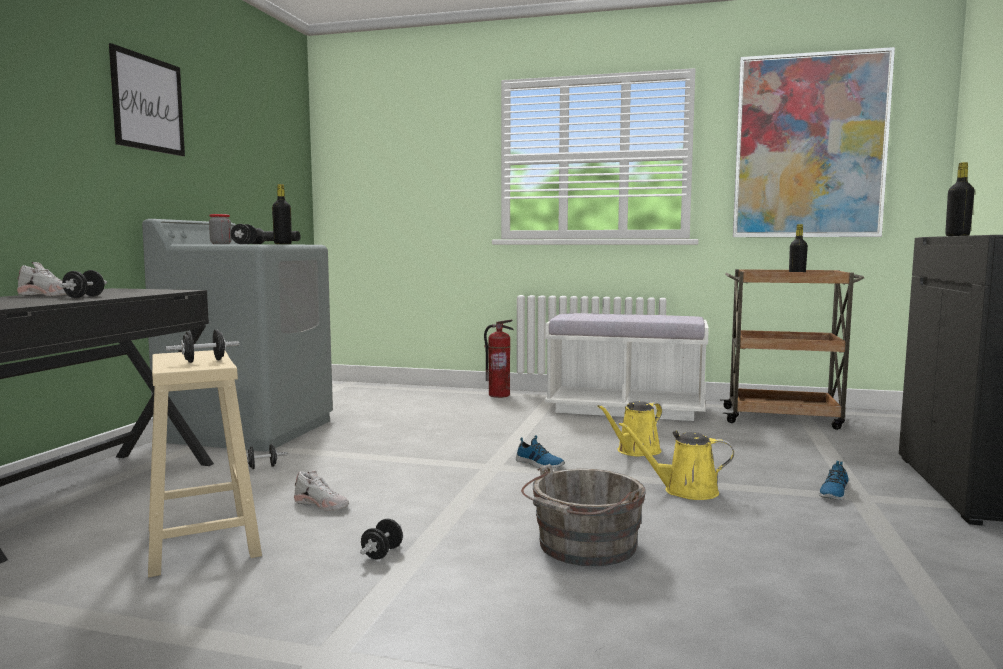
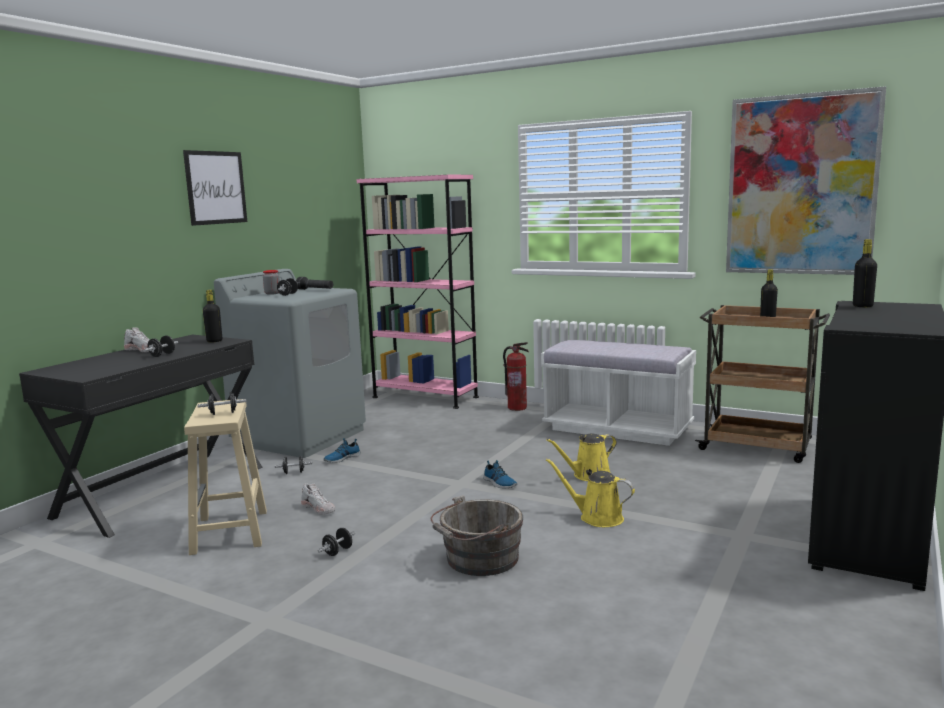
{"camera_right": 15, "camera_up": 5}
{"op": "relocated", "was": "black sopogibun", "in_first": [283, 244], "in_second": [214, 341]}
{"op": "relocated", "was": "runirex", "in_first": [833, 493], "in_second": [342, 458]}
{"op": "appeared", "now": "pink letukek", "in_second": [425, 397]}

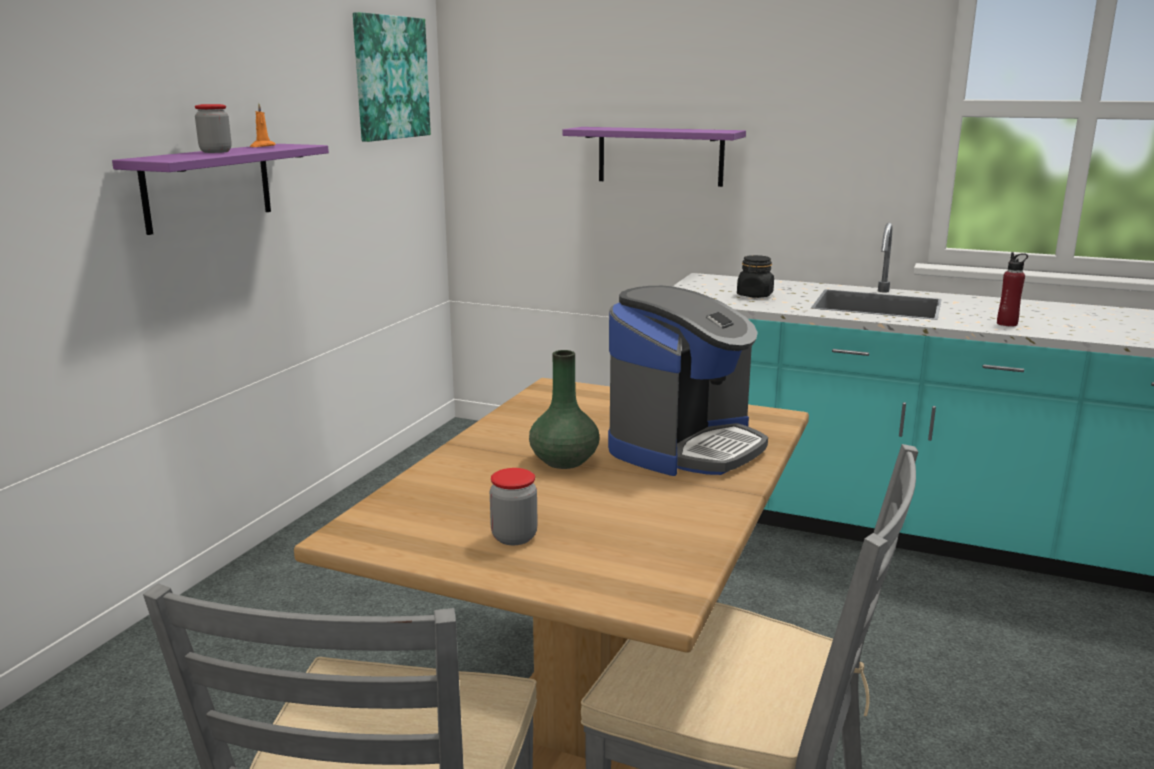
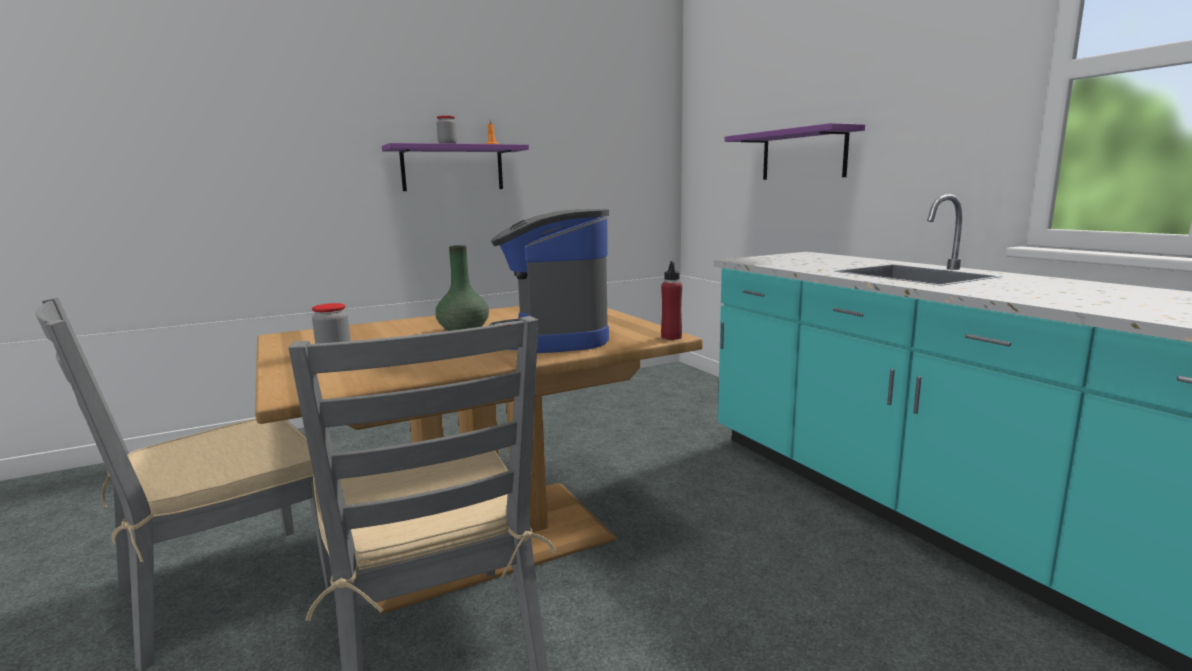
{"camera_right": 40, "camera_up": -5}
{"op": "spun", "was": "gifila", "in_first": [685, 446], "in_second": [551, 337], "clockwise": 90}
{"op": "relocated", "was": "red sopogibun", "in_first": [1007, 324], "in_second": [671, 337]}
{"op": "missing", "was": "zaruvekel", "in_first": [390, 78]}
{"op": "missing", "was": "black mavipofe", "in_first": [755, 295]}

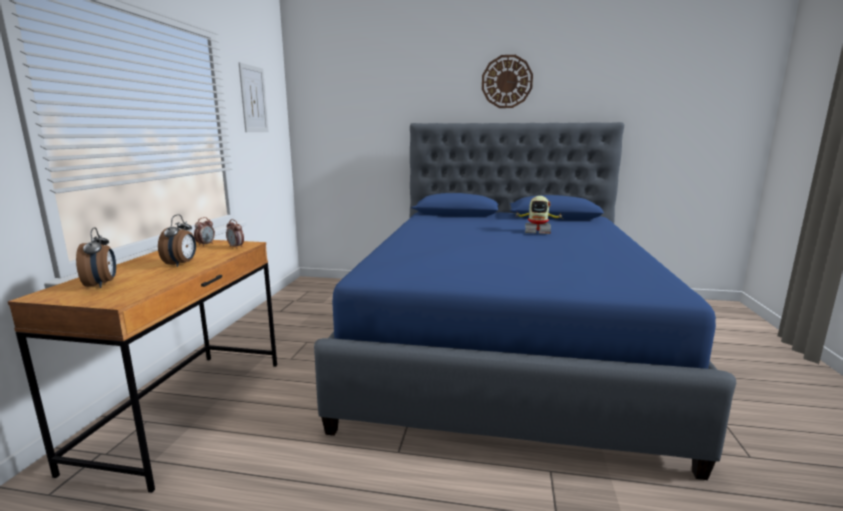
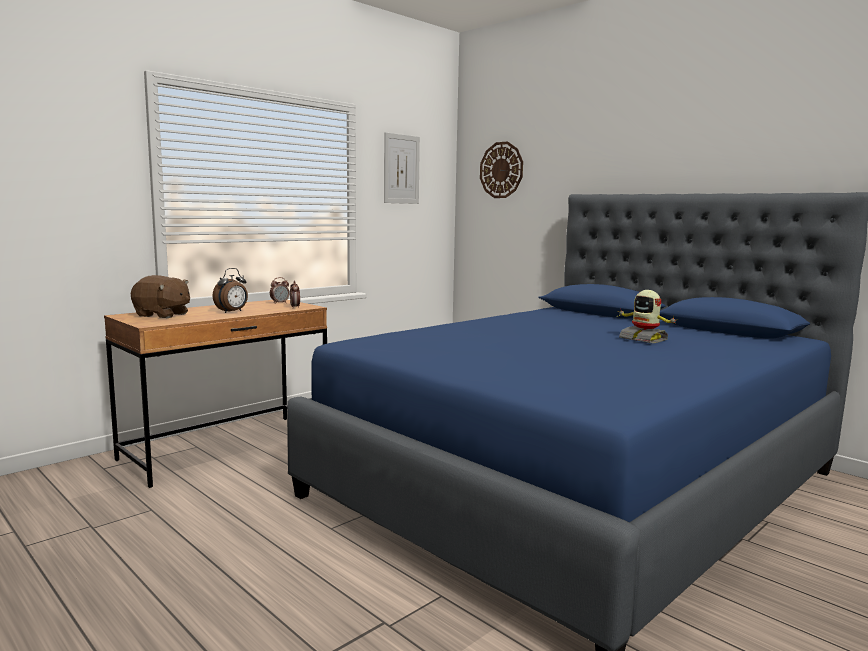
{"camera_right": 35, "camera_up": -5}
{"op": "exchanged", "was": "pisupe", "now": "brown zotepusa", "in_first": [102, 284], "in_second": [162, 315]}
{"op": "relocated", "was": "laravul", "in_first": [507, 81], "in_second": [501, 170]}

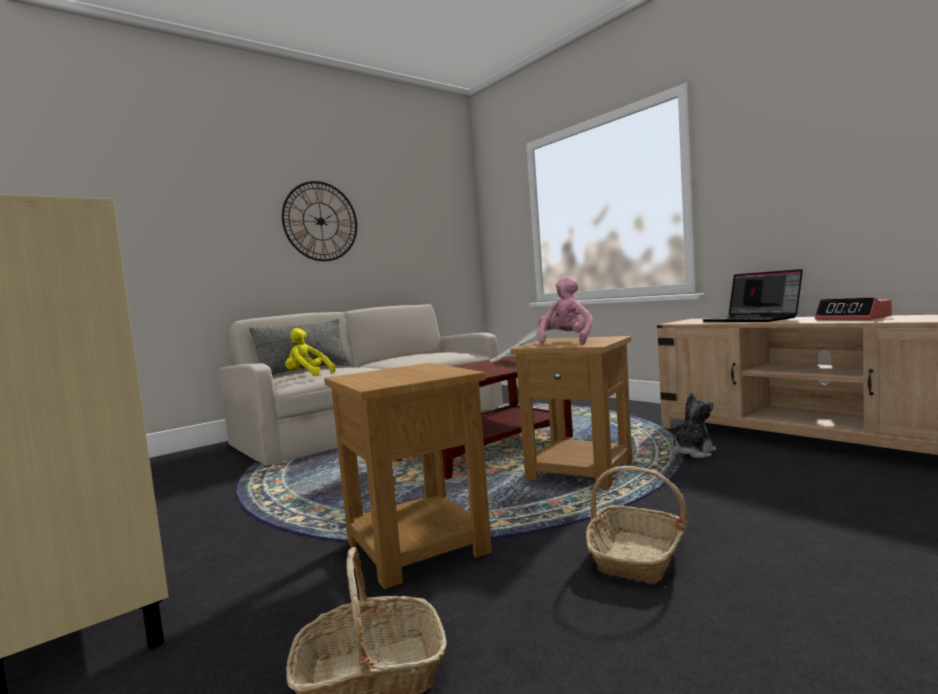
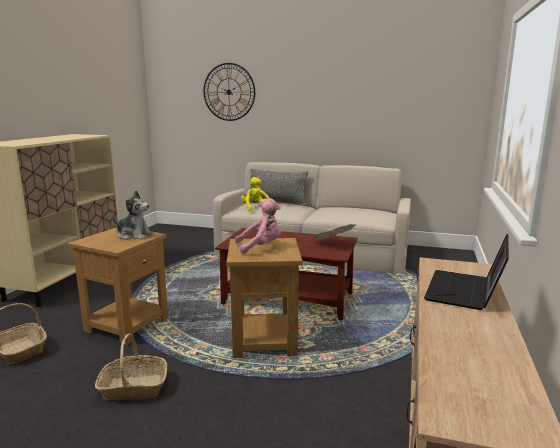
{"camera_right": 55, "camera_up": 10}
{"op": "relocated", "was": "zotepusa", "in_first": [692, 452], "in_second": [134, 235]}
{"op": "relocated", "was": "laravul", "in_first": [320, 221], "in_second": [229, 92]}
{"op": "missing", "was": "pisupe", "in_first": [853, 318]}

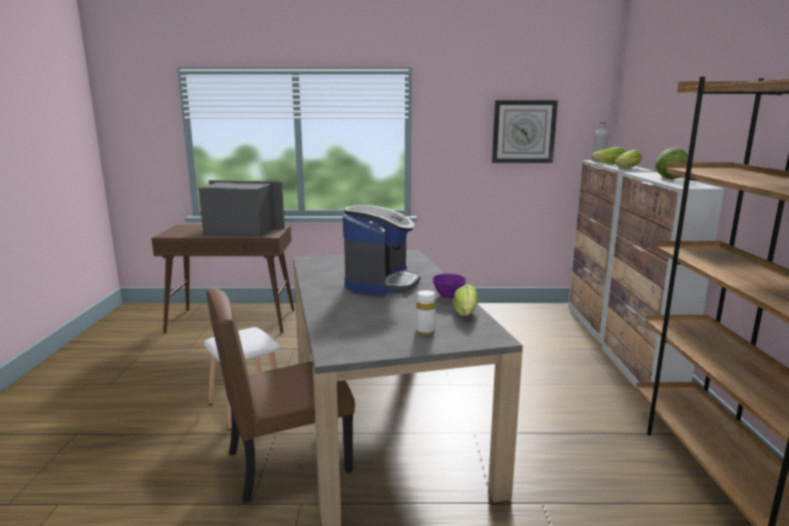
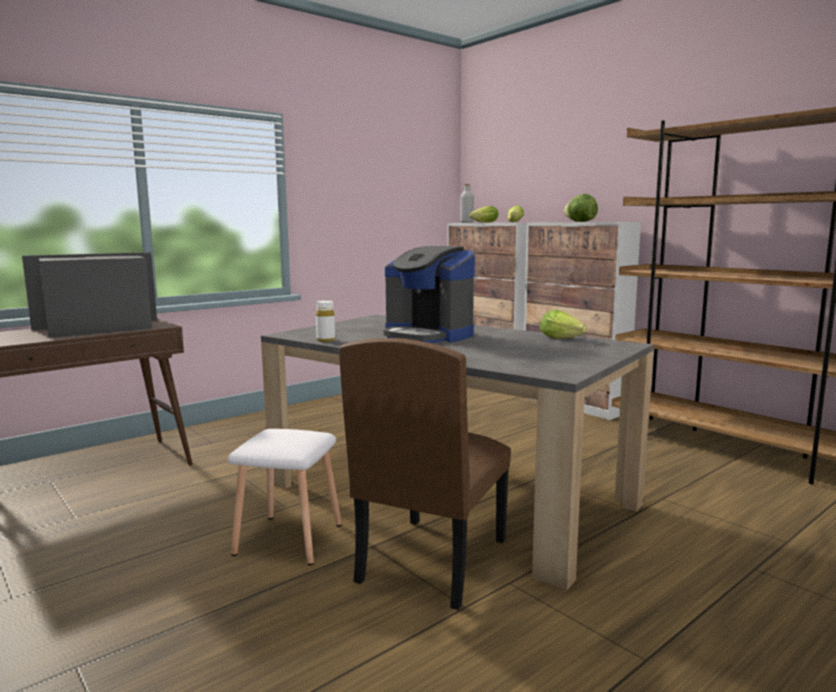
{"camera_right": -40, "camera_up": -5}
{"op": "relocated", "was": "white sopogibun", "in_first": [425, 332], "in_second": [326, 340]}
{"op": "spun", "was": "gifila", "in_first": [381, 283], "in_second": [428, 335], "clockwise": 150}
{"op": "missing", "was": "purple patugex", "in_first": [449, 297]}
{"op": "missing", "was": "laravul", "in_first": [523, 131]}

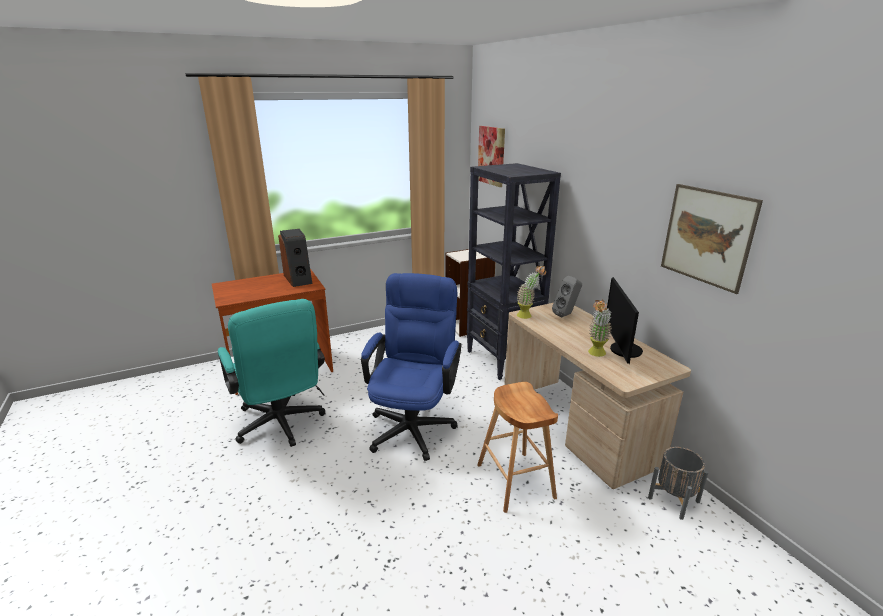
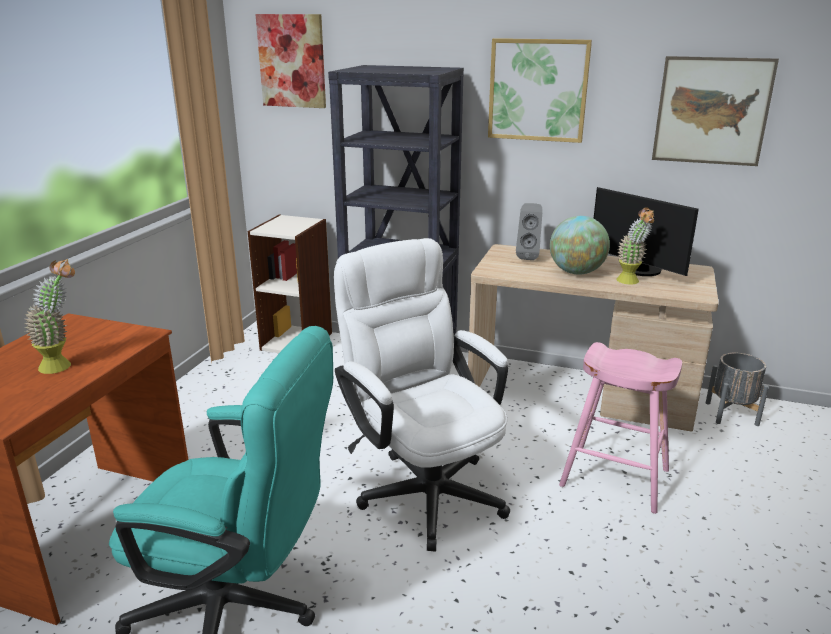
{"camera_right": -45, "camera_up": 0}
{"op": "relocated", "was": "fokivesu", "in_first": [528, 315], "in_second": [63, 364]}
{"op": "colour", "was": "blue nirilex", "now": "white nirilex", "in_first": [414, 424], "in_second": [423, 487]}
{"op": "appeared", "now": "zaruvekel", "in_second": [538, 90]}
{"op": "appeared", "now": "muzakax", "in_second": [576, 272]}
{"op": "colour", "was": "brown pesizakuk", "now": "pink pesizakuk", "in_first": [515, 481], "in_second": [615, 478]}
{"op": "missing", "was": "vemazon", "in_first": [298, 279]}

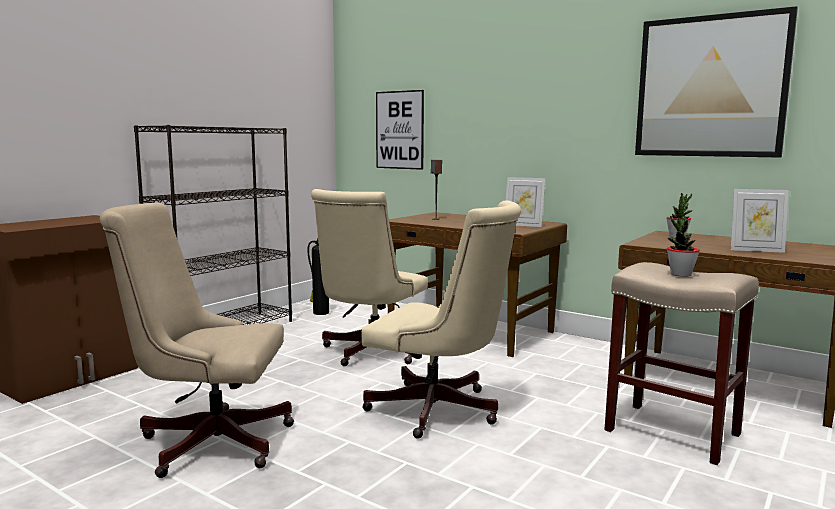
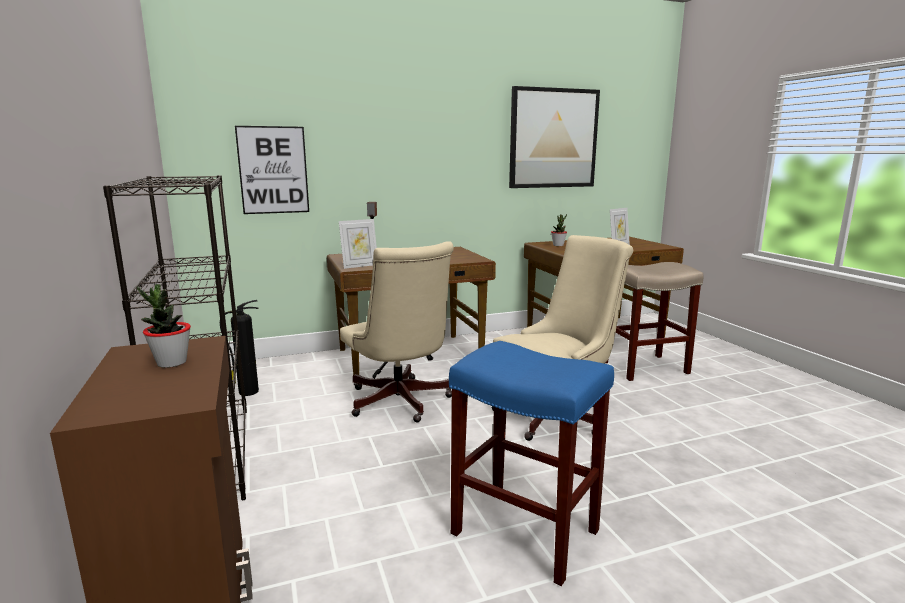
{"camera_right": -55, "camera_up": 5}
{"op": "relocated", "was": "fokivesu", "in_first": [680, 274], "in_second": [171, 363]}
{"op": "relocated", "was": "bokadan", "in_first": [523, 225], "in_second": [360, 266]}
{"op": "exchanged", "was": "beige nirilex", "now": "blue pesizakuk", "in_first": [207, 441], "in_second": [522, 532]}

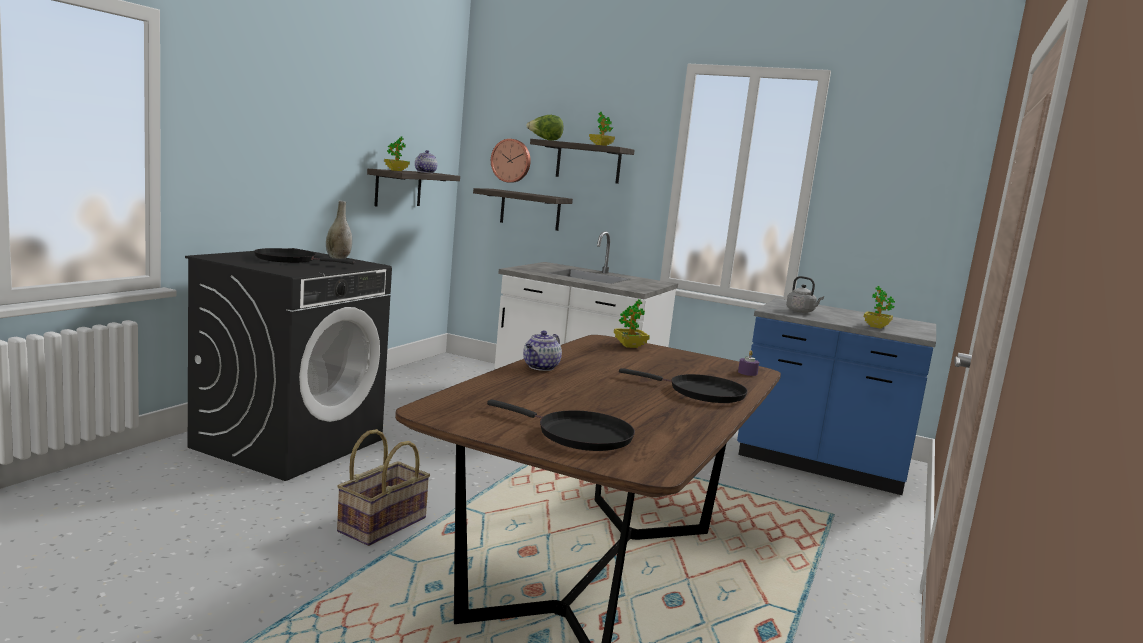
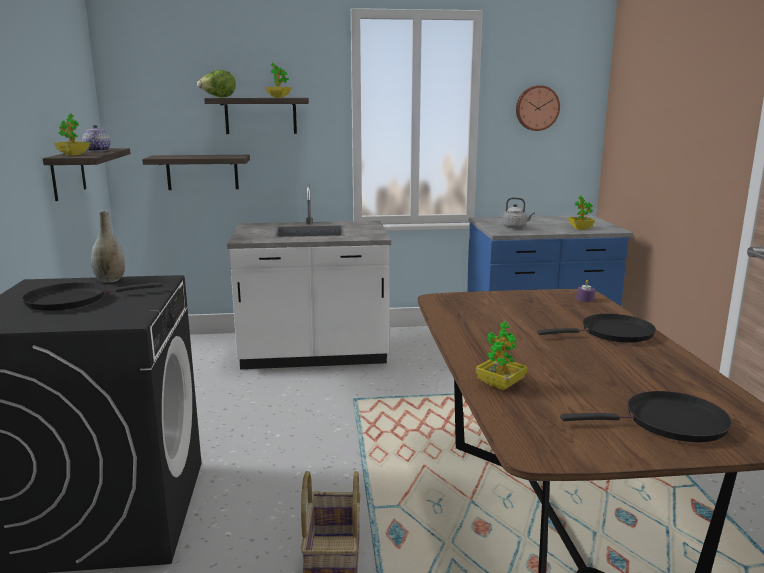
{"camera_right": -30, "camera_up": 5}
{"op": "relocated", "was": "fokivesu", "in_first": [630, 346], "in_second": [500, 385]}
{"op": "relocated", "was": "laravul", "in_first": [511, 160], "in_second": [537, 108]}
{"op": "missing", "was": "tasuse", "in_first": [541, 367]}

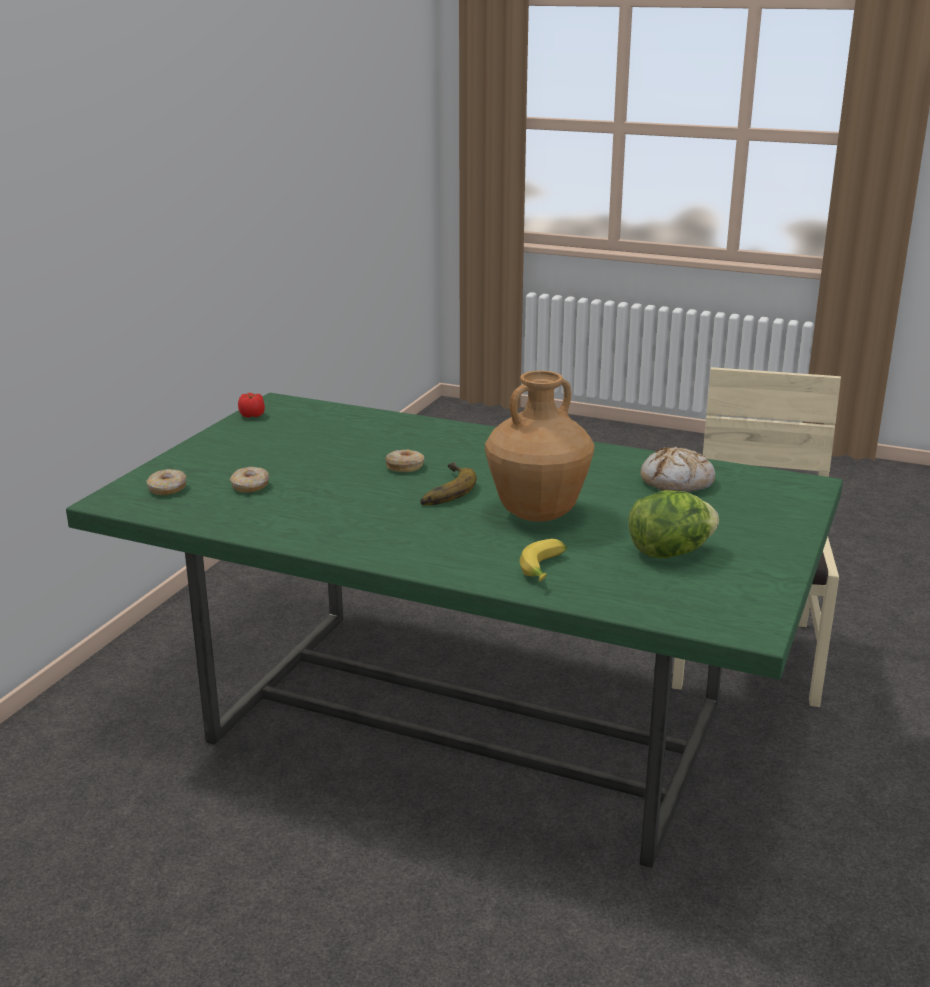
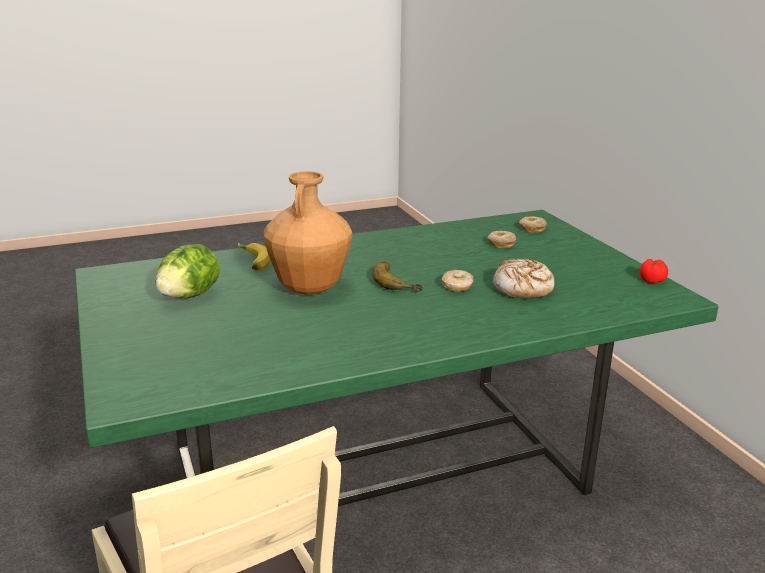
{"camera_right": 135, "camera_up": 0}
{"op": "relocated", "was": "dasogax", "in_first": [677, 482], "in_second": [522, 288]}

